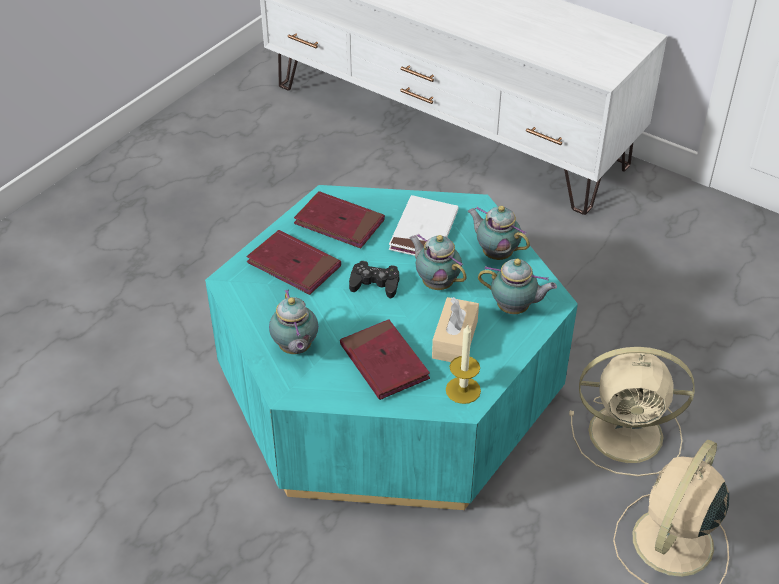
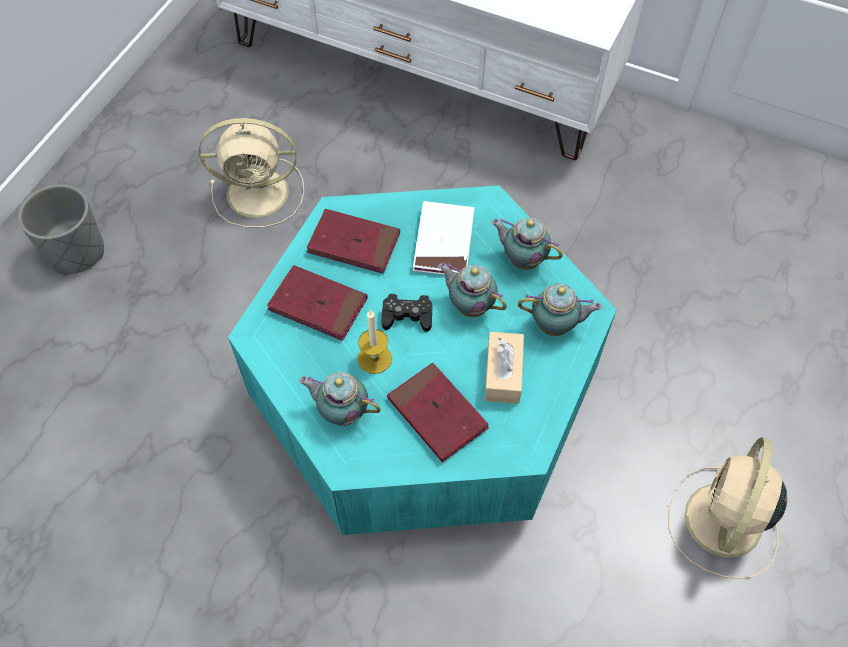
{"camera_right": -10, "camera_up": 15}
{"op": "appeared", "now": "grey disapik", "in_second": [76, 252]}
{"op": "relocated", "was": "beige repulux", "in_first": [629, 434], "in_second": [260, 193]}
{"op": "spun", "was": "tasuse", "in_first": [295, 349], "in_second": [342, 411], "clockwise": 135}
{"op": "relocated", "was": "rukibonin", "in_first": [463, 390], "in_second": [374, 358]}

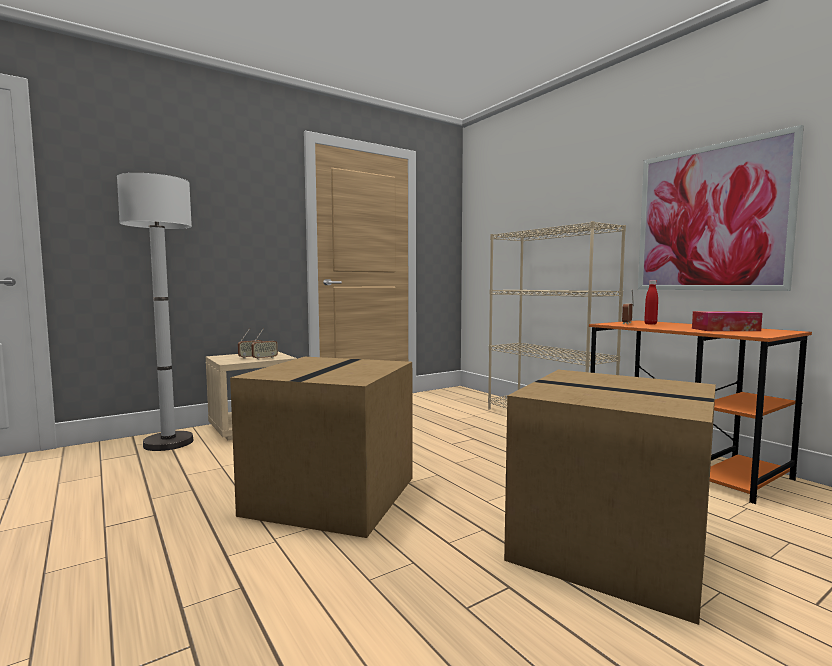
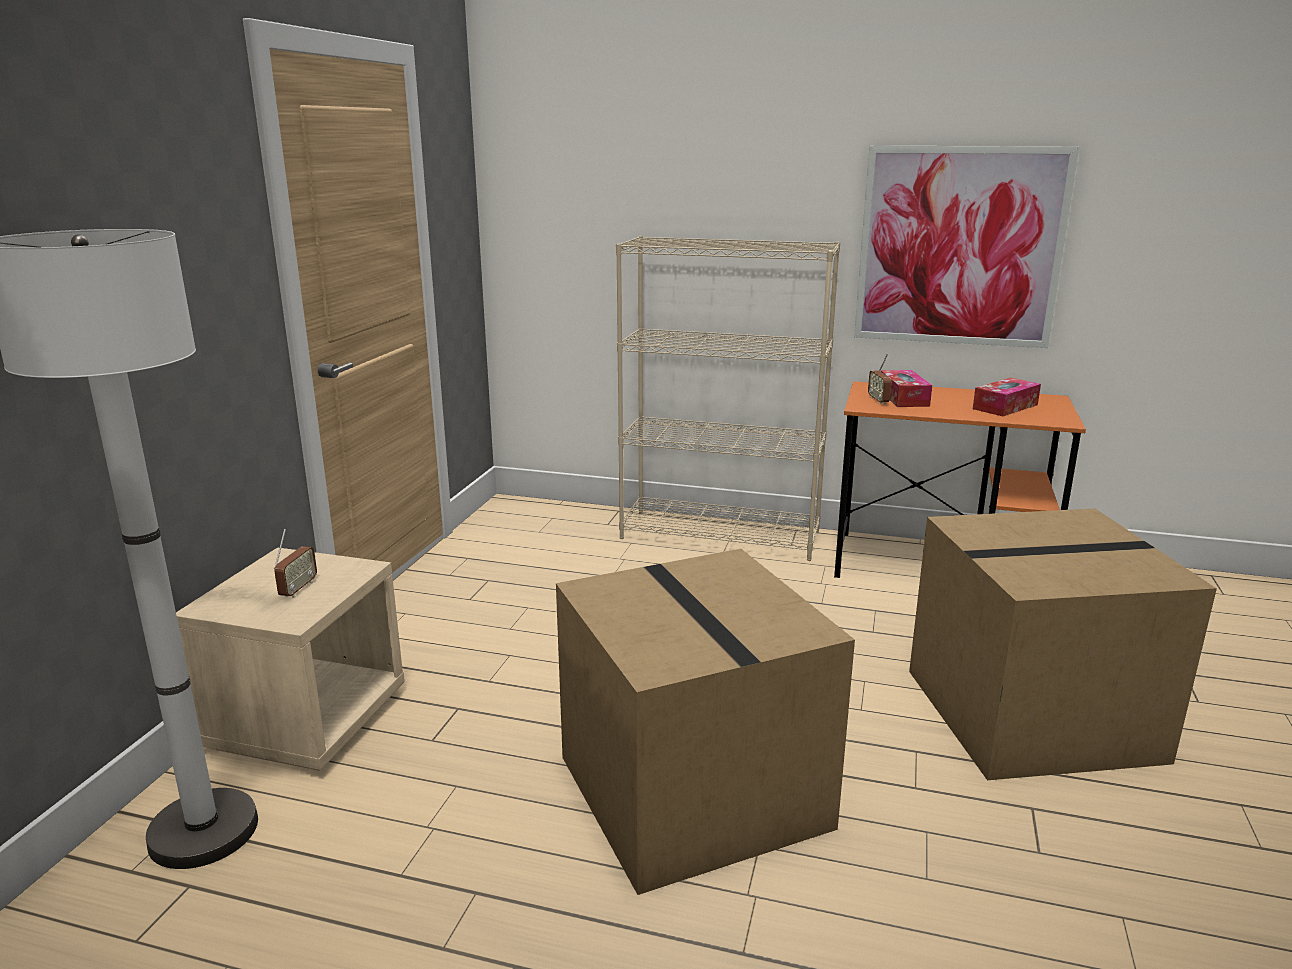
{"camera_right": -40, "camera_up": 15}
{"op": "exchanged", "was": "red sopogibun", "now": "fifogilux", "in_first": [650, 324], "in_second": [903, 398]}
{"op": "missing", "was": "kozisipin", "in_first": [264, 358]}

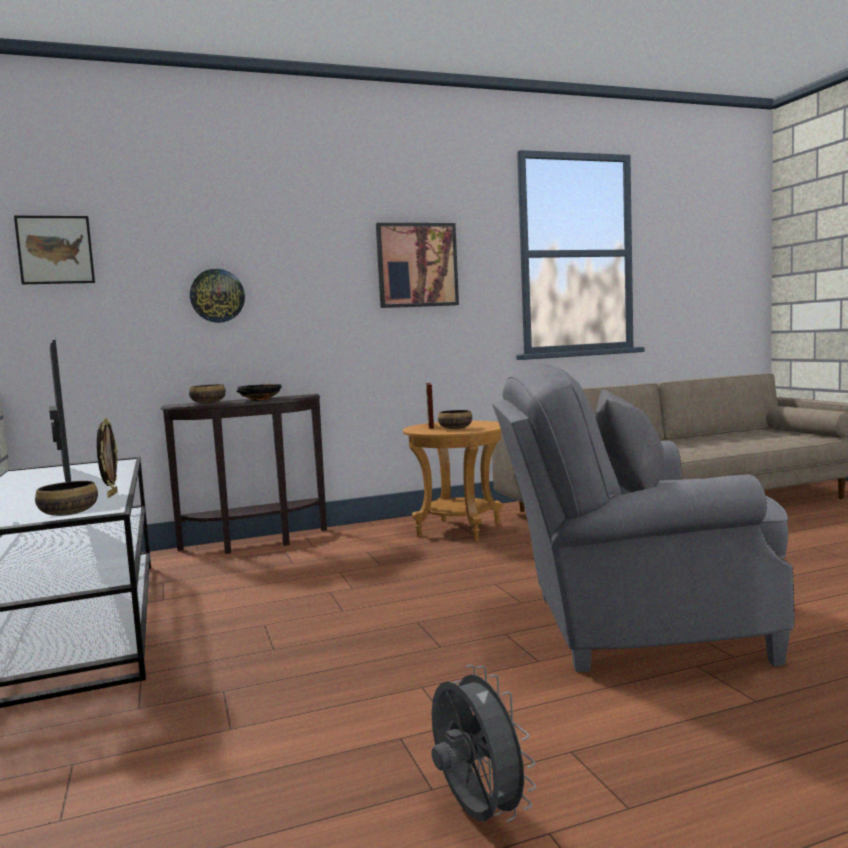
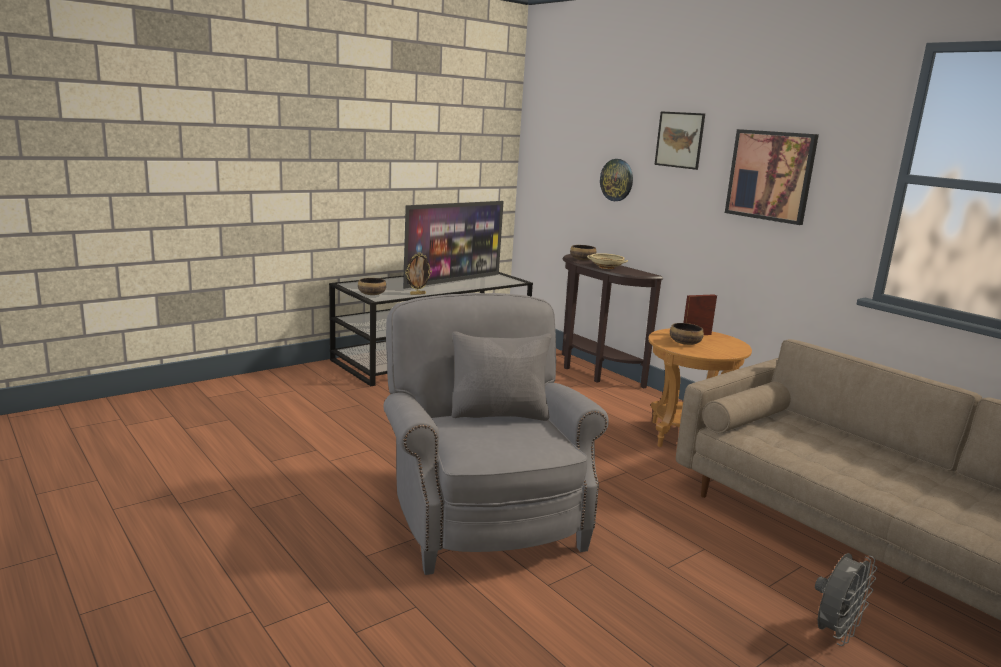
{"camera_right": 70, "camera_up": 10}
{"op": "colour", "was": "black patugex", "now": "beige patugex", "in_first": [260, 399], "in_second": [606, 267]}
{"op": "relocated", "was": "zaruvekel", "in_first": [55, 250], "in_second": [679, 140]}
{"op": "relocated", "was": "grey repulux", "in_first": [476, 814], "in_second": [835, 633]}

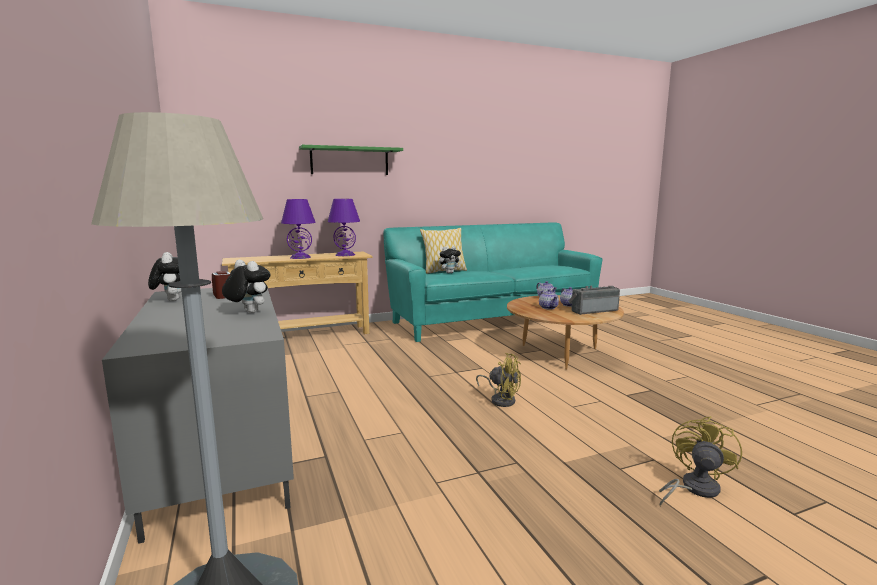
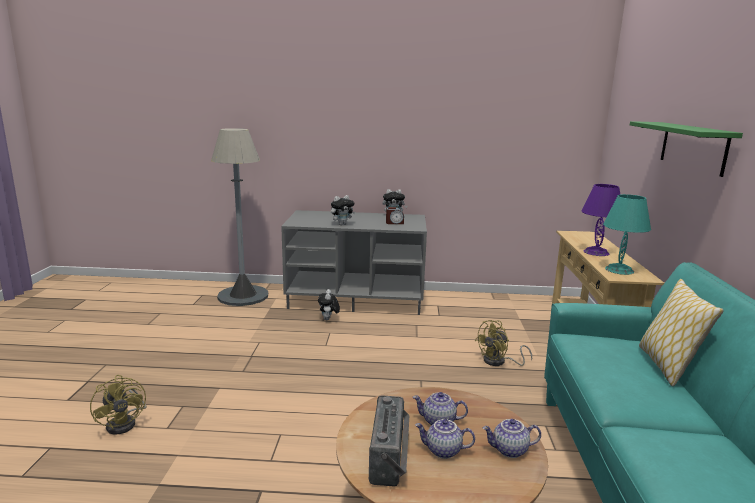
{"camera_right": 115, "camera_up": 5}
{"op": "relocated", "was": "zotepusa", "in_first": [449, 272], "in_second": [328, 319]}
{"op": "relocated", "was": "yellow repulux", "in_first": [501, 399], "in_second": [499, 362]}
{"op": "colour", "was": "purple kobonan", "now": "turquoise kobonan", "in_first": [345, 254], "in_second": [619, 270]}

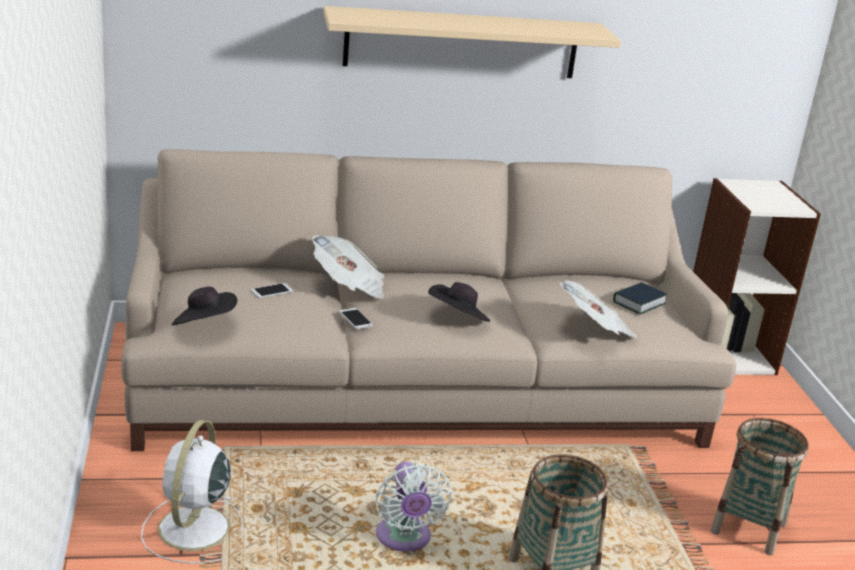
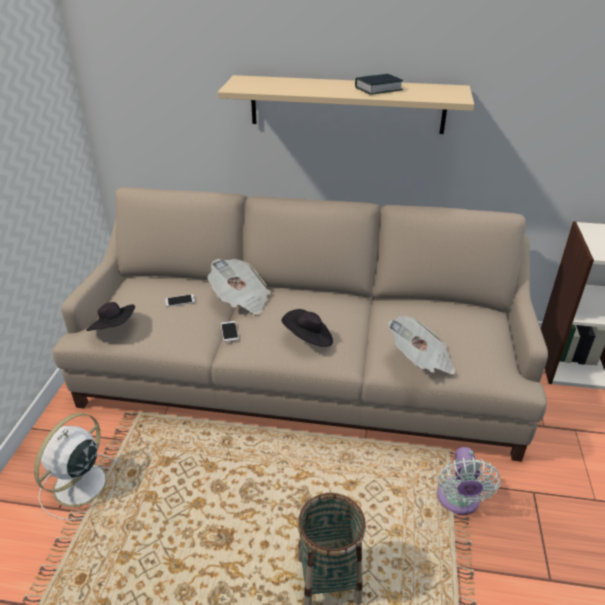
{"camera_right": 20, "camera_up": 10}
{"op": "relocated", "was": "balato", "in_first": [638, 303], "in_second": [378, 89]}
{"op": "relocated", "was": "white repulux", "in_first": [404, 539], "in_second": [458, 501]}
{"op": "missing", "was": "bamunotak", "in_first": [748, 528]}

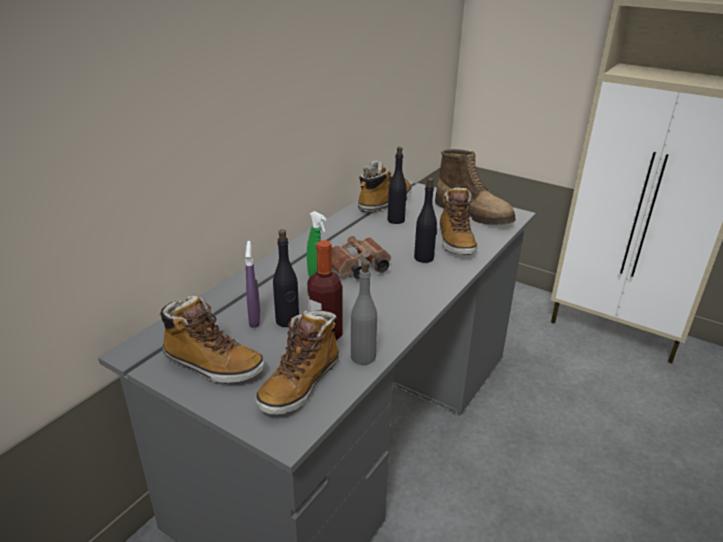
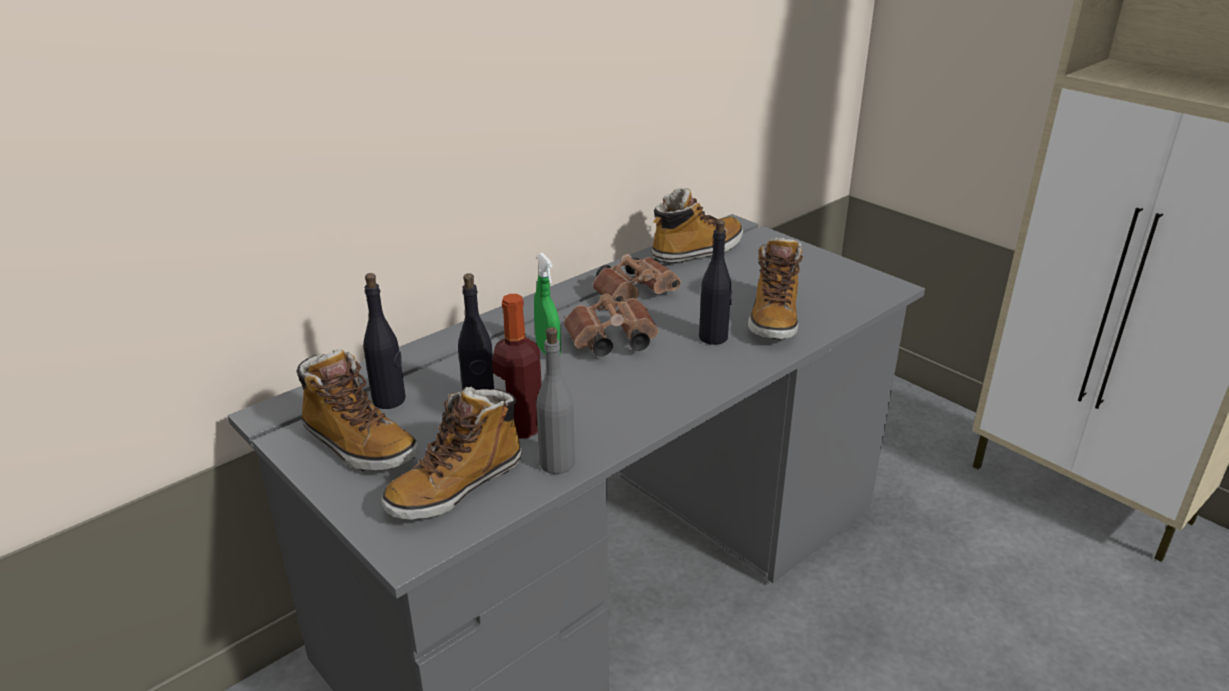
{"camera_right": 15, "camera_up": 0}
{"op": "relocated", "was": "black sopogibun", "in_first": [396, 220], "in_second": [389, 400]}
{"op": "appeared", "now": "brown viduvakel", "in_second": [636, 294]}
{"op": "missing", "was": "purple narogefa", "in_first": [255, 319]}
{"op": "missing", "was": "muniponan", "in_first": [474, 214]}

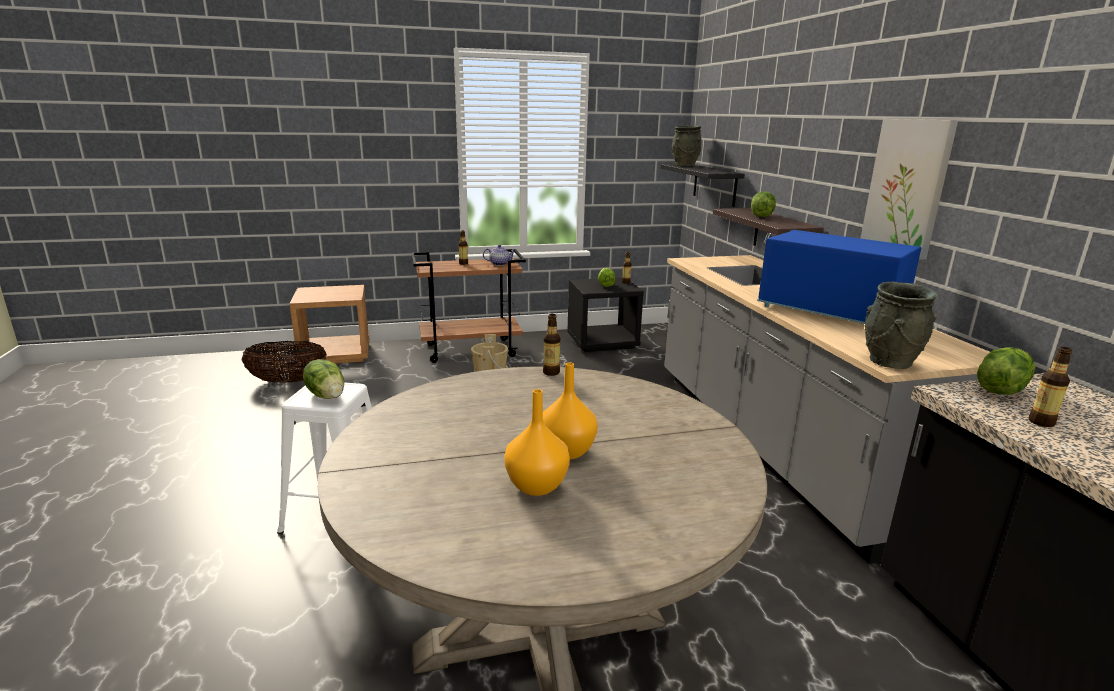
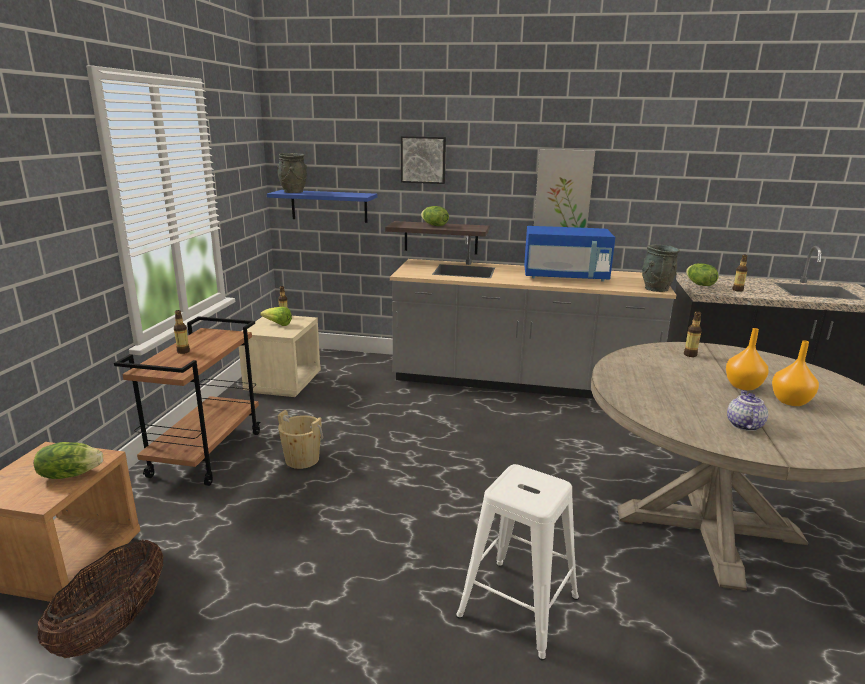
{"camera_right": -65, "camera_up": 0}
{"op": "relocated", "was": "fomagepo", "in_first": [327, 395], "in_second": [70, 474]}
{"op": "colour", "was": "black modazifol", "now": "beige modazifol", "in_first": [602, 342], "in_second": [283, 383]}
{"op": "colour", "was": "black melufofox", "now": "blue melufofox", "in_first": [714, 184], "in_second": [329, 206]}
{"op": "appeared", "now": "zaruvekel", "in_second": [423, 160]}
{"op": "spun", "was": "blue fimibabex", "in_first": [828, 312], "in_second": [565, 277], "clockwise": -150}
{"op": "relocated", "was": "sopogibun", "in_first": [551, 372], "in_second": [690, 355]}
{"op": "relocated", "was": "tasuse", "in_first": [500, 264], "in_second": [743, 425]}

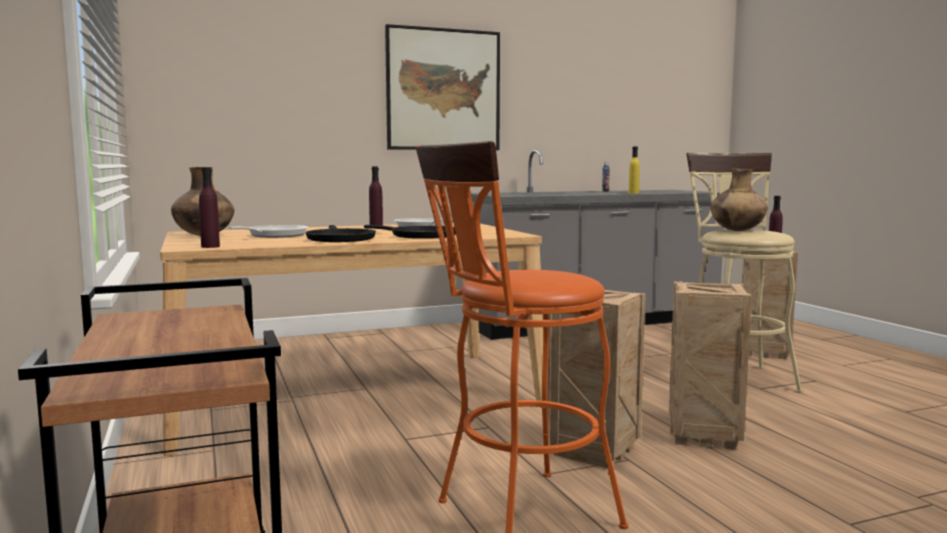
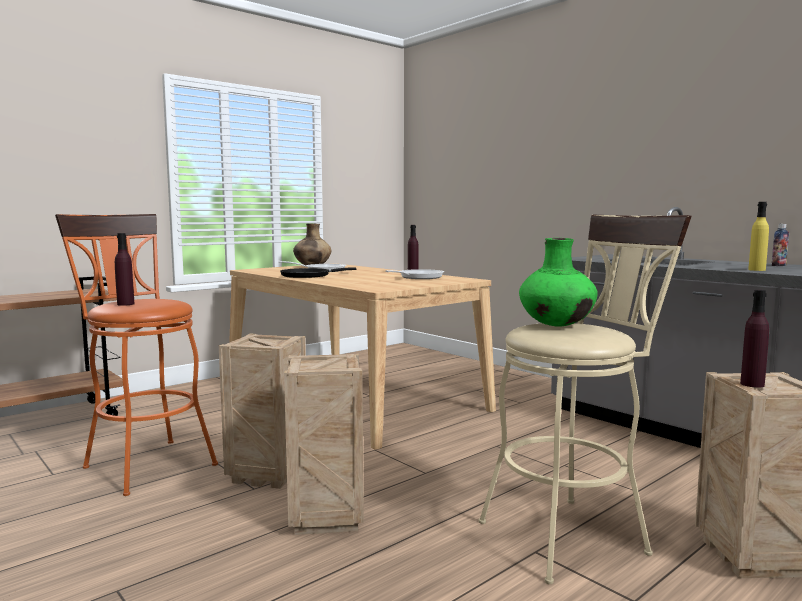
{"camera_right": 70, "camera_up": 0}
{"op": "relocated", "was": "purple sopogibun", "in_first": [210, 246], "in_second": [125, 304]}
{"op": "colour", "was": "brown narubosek", "now": "green narubosek", "in_first": [736, 230], "in_second": [556, 325]}
{"op": "missing", "was": "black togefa", "in_first": [420, 236]}
{"op": "missing", "was": "zaruvekel", "in_first": [443, 90]}

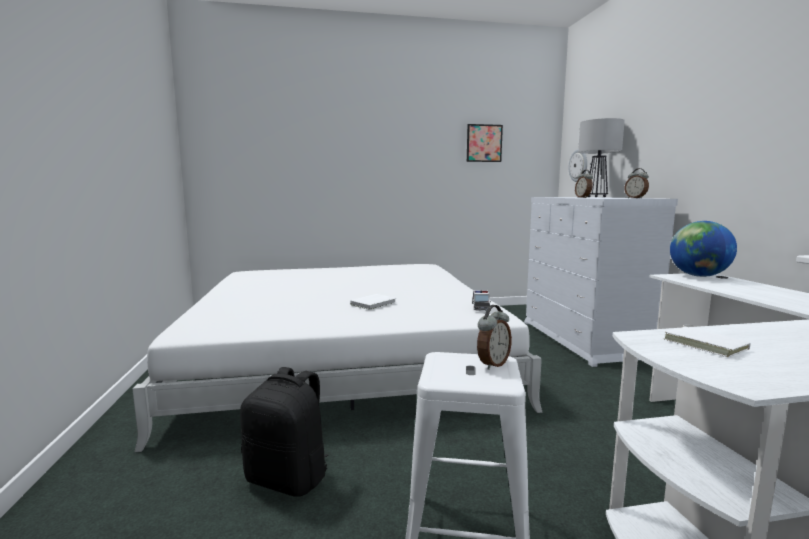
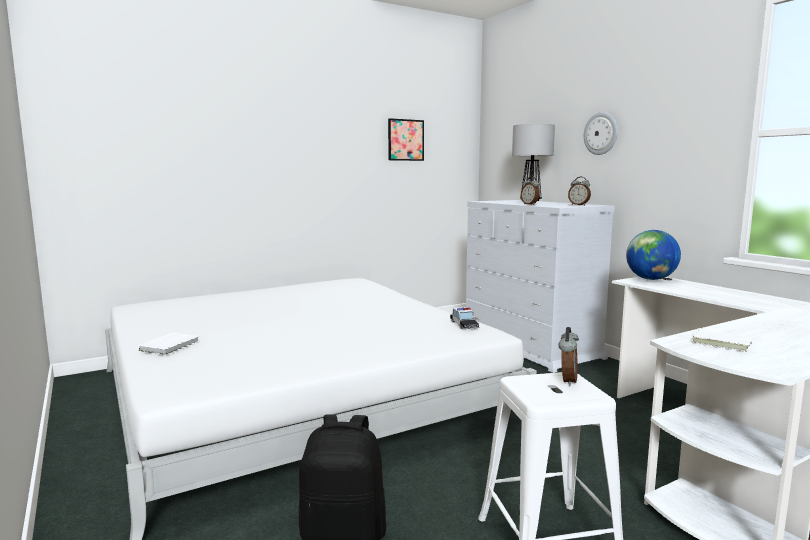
{"camera_right": -20, "camera_up": 0}
{"op": "relocated", "was": "white balato", "in_first": [374, 303], "in_second": [171, 345]}
{"op": "relocated", "was": "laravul", "in_first": [578, 165], "in_second": [601, 133]}

